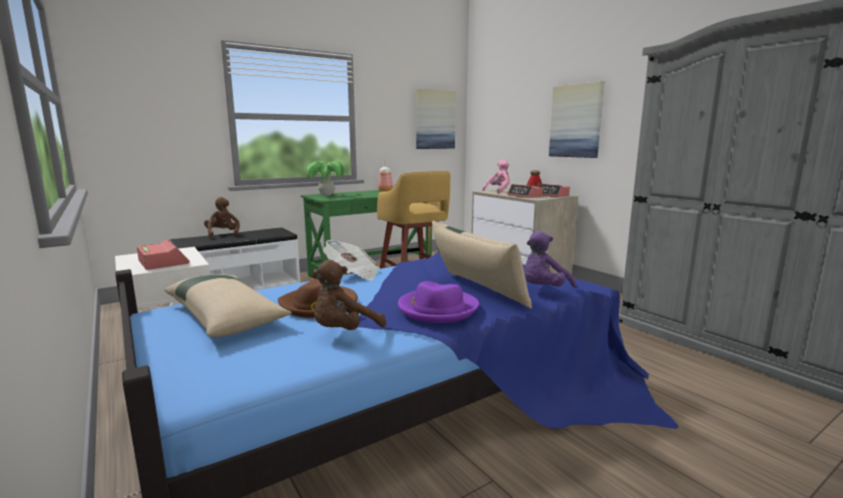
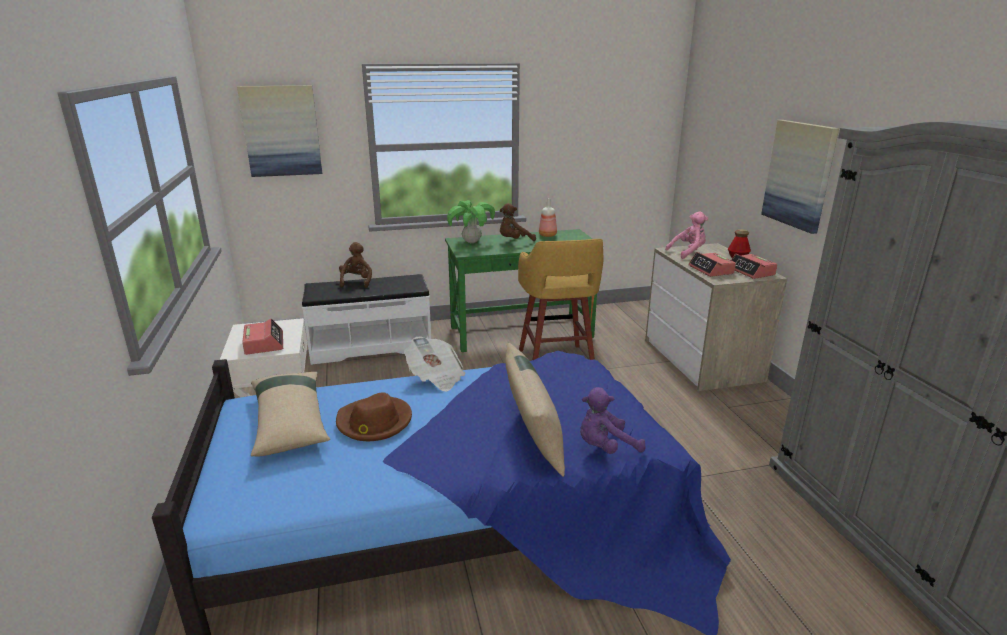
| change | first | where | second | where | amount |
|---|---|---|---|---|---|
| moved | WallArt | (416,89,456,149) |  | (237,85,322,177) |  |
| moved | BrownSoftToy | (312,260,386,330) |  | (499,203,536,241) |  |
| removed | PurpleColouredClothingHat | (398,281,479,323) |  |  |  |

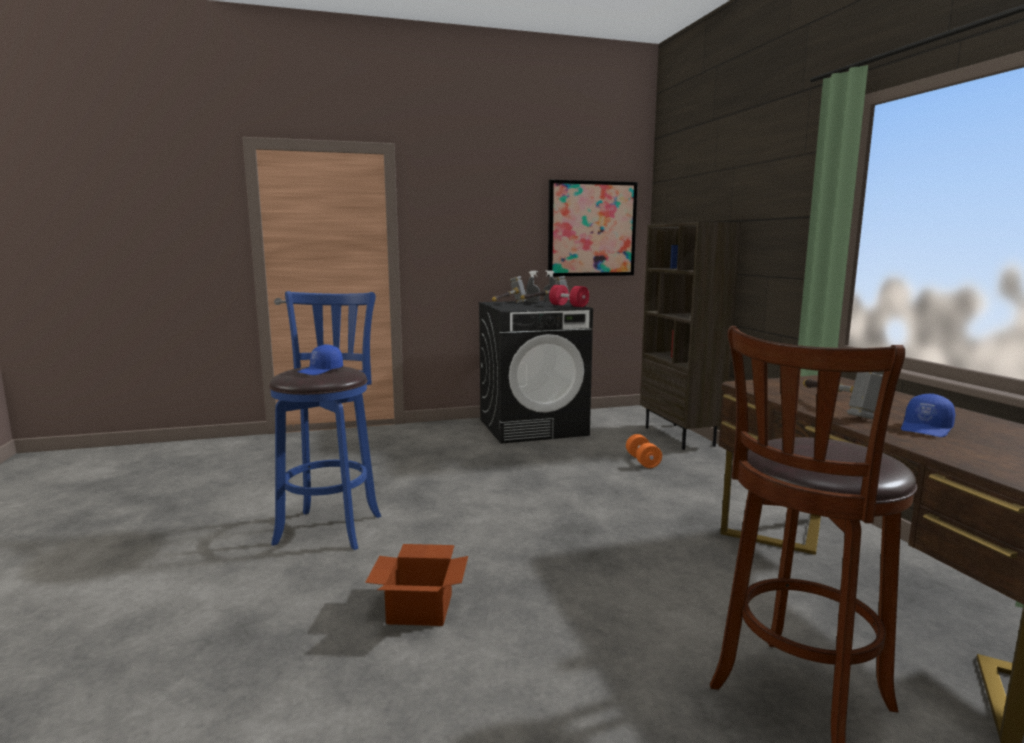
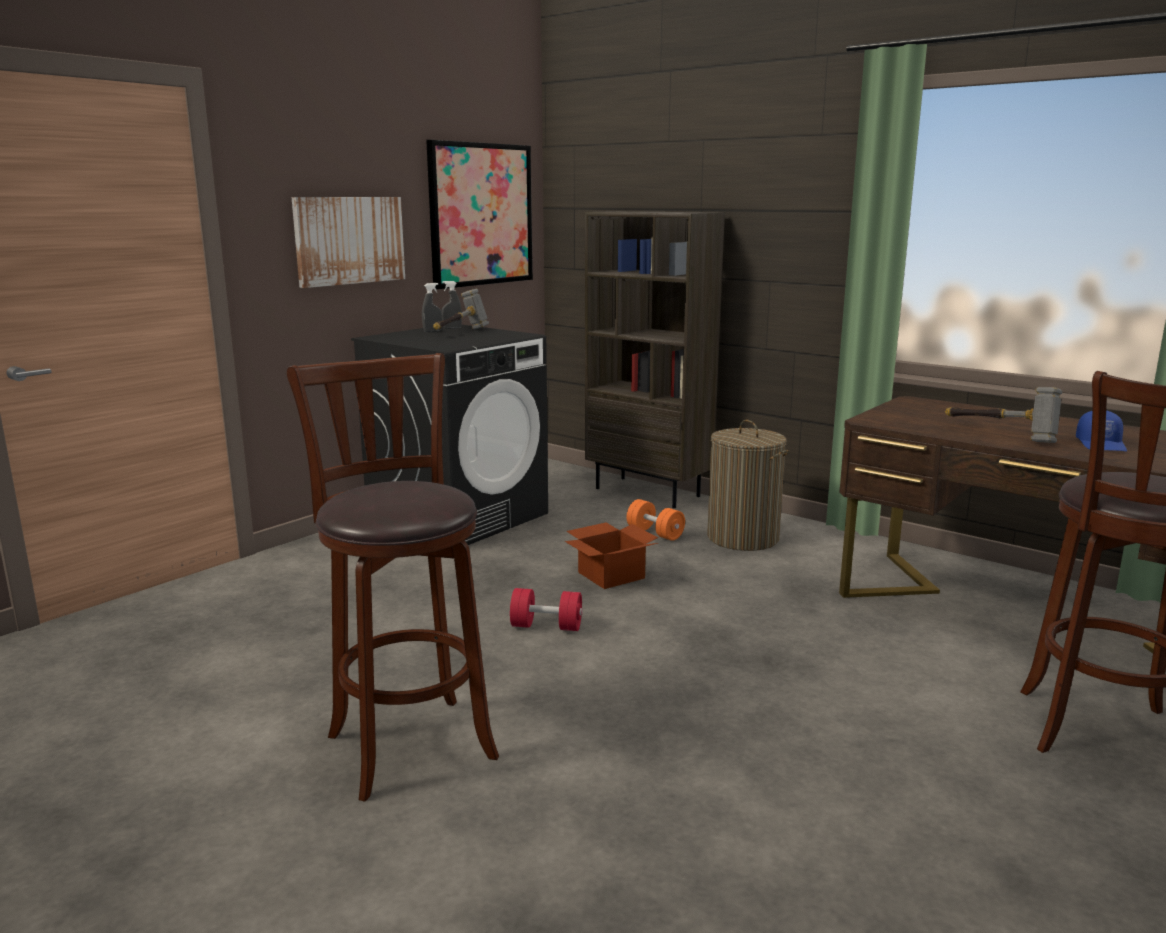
| change | first | where | second | where | amount |
|---|---|---|---|---|---|
| recoloured | BlueSittingStool | (269,291,381,550) | BrownSittingStool | (287,353,499,802) |  |
| added |  |  | WallArt | (292,197,405,288) |  |
| moved | RedColouredFreeWeight | (549,285,589,307) |  | (510,588,583,631) |  |
| moved | CardboardBox | (365,544,468,626) |  | (565,522,658,589) |  |
| added |  |  | LaundryBasket | (707,420,790,551) |  |
| removed | BlueBaseballCap | (297,344,343,375) |  |  |  |
| removed | Hammer | (492,276,528,303) |  |  |  |

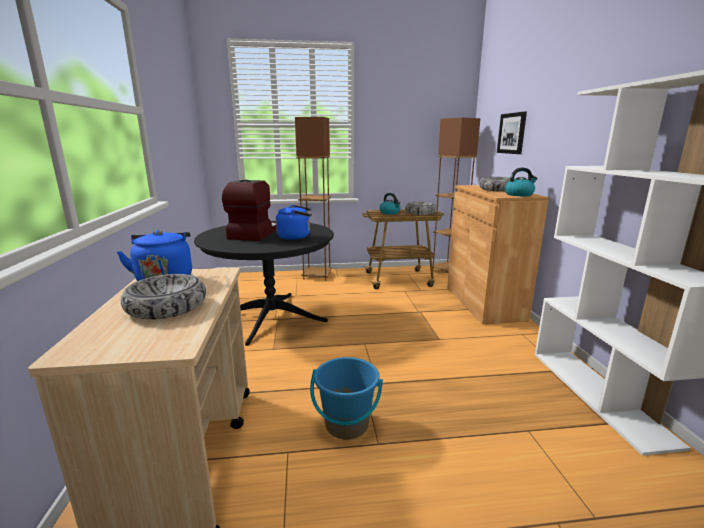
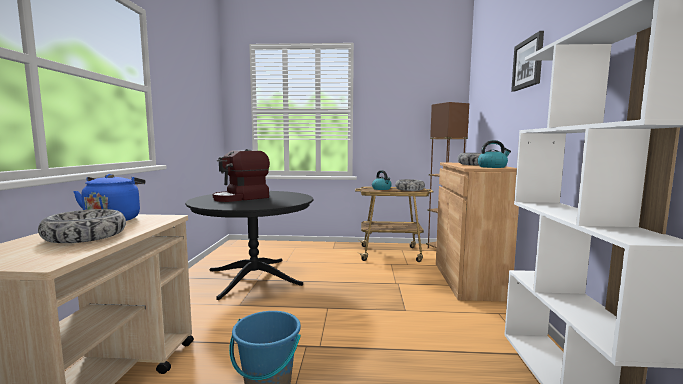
| change | first | where | second | where | amount |
|---|---|---|---|---|---|
| turned | CoffeeMachine | (222,180,276,241) |  | (213,149,270,202) | 150 degrees counterclockwise |
| moved | WallArt | (497,112,527,154) |  | (511,31,544,92) |  |
| removed | BlueKettle | (276,205,312,240) |  |  |  |
| removed | BrownStandardLamp | (295,117,332,281) |  |  |  |

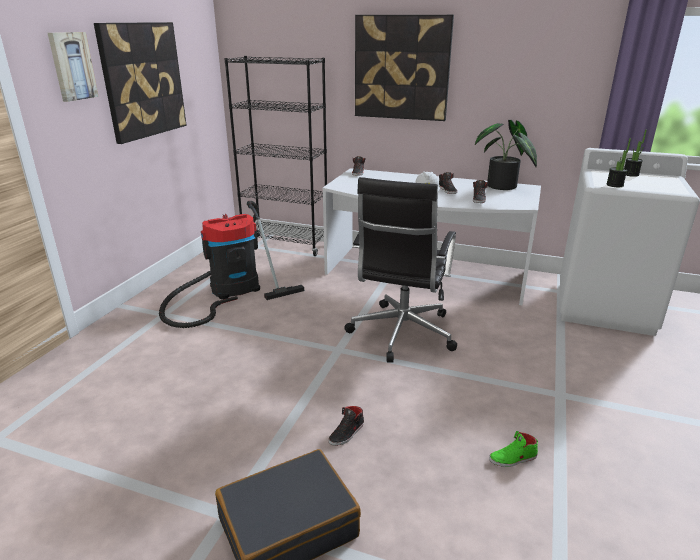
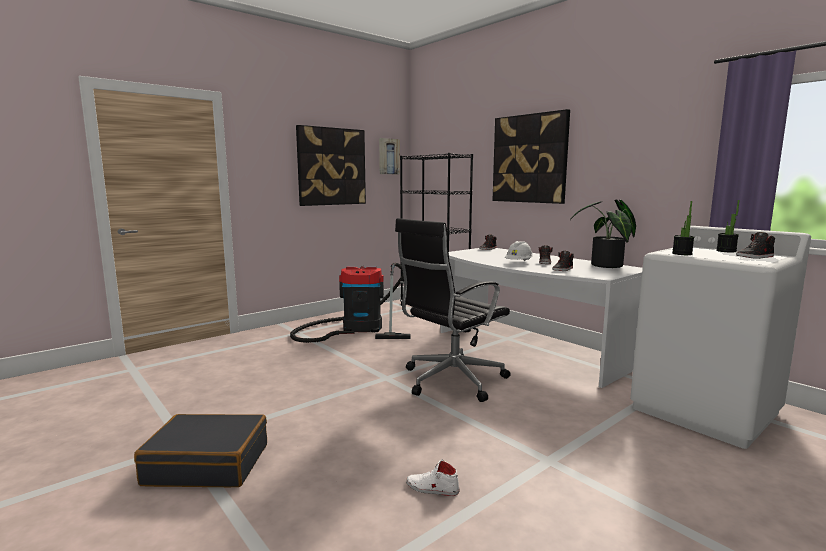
| change | first | where | second | where | amount |
|---|---|---|---|---|---|
| moved | WallArt | (48,32,99,102) |  | (379,138,400,174) |  |
| recoloured | GreenShoe | (489,431,538,467) | WhiteColouredShoe | (406,459,460,496) |  |
| moved | BlackColouredShoe | (328,406,364,446) |  | (736,232,775,259) |  |

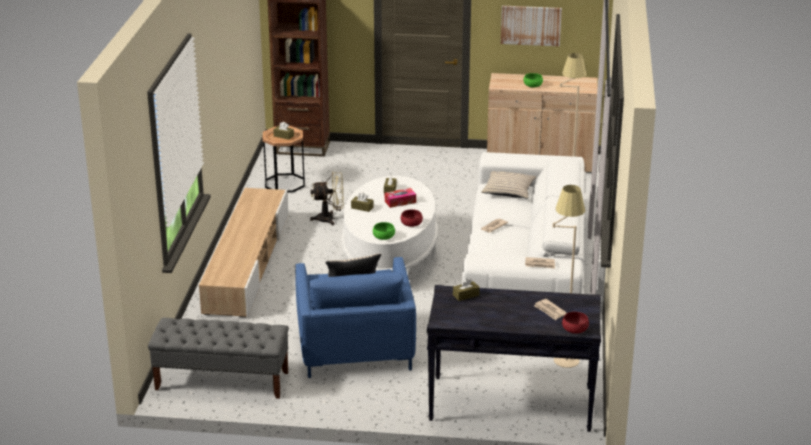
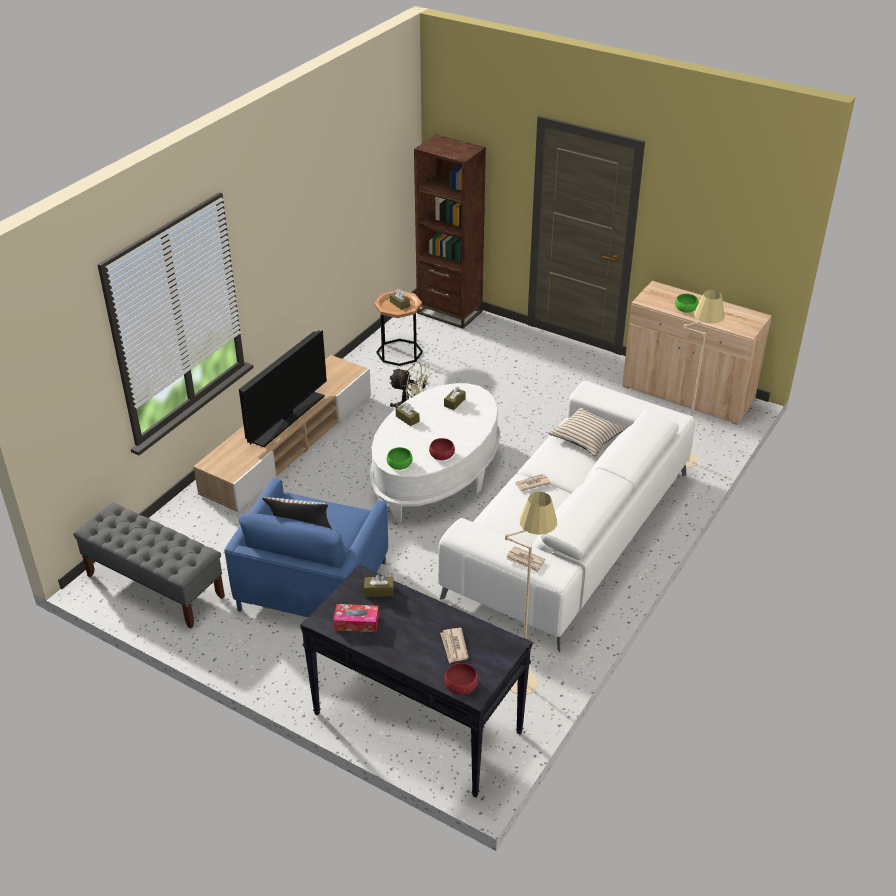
| change | first | where | second | where | amount |
|---|---|---|---|---|---|
| added |  |  | Tv | (239,330,327,447) |  |
| moved | BoxOfTissues | (385,188,416,208) |  | (333,604,379,632) |  |
| removed | WallArt | (501,6,562,46) |  |  |  |

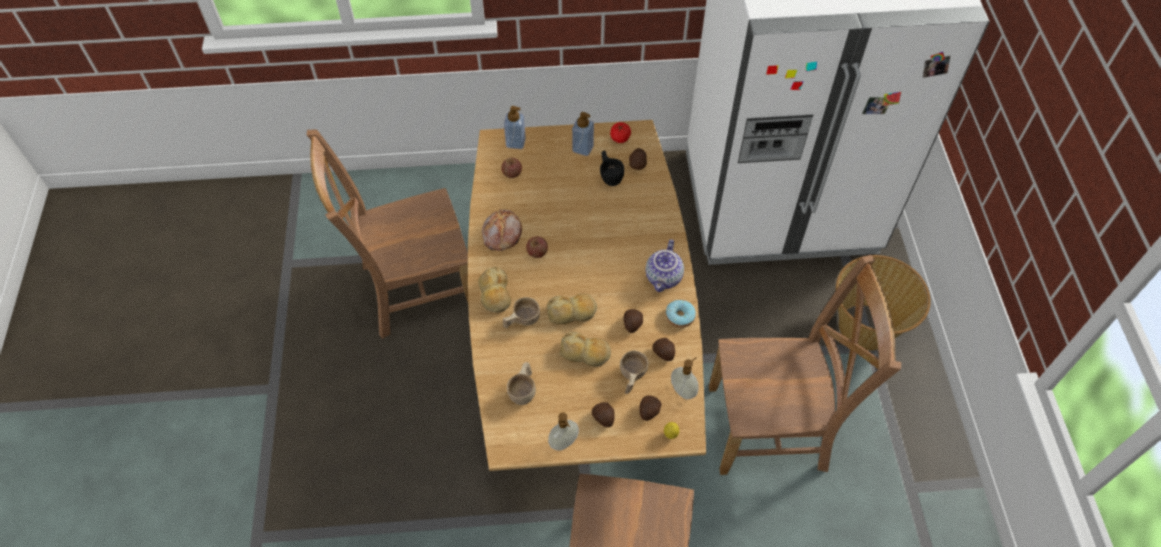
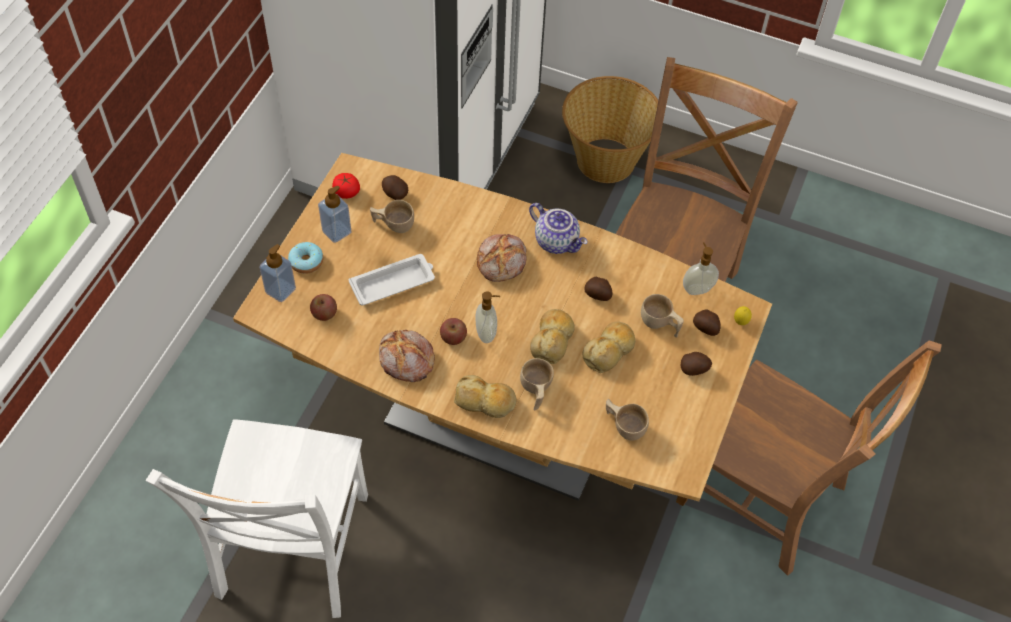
| change | first | where | second | where | amount |
|---|---|---|---|---|---|
| recoloured | BrownPlainChair | (307,129,468,339) | WhiteColouredPlainChair | (145,419,368,618) |  |
| moved | Donut | (666,300,696,328) |  | (288,242,323,274) |  |
| added |  |  | WhiteColouredServingTray | (349,254,435,305) |  |
| recoloured | BlackColouredCup | (600,151,624,186) | SandColouredCup | (370,200,414,233) |  |
| moved | SoapDispenser | (548,412,579,451) |  | (475,291,500,343) |  |
| added |  |  | Bread | (477,234,527,282) |  |
| removed | WholePotato | (652,338,675,361) |  |  |  |

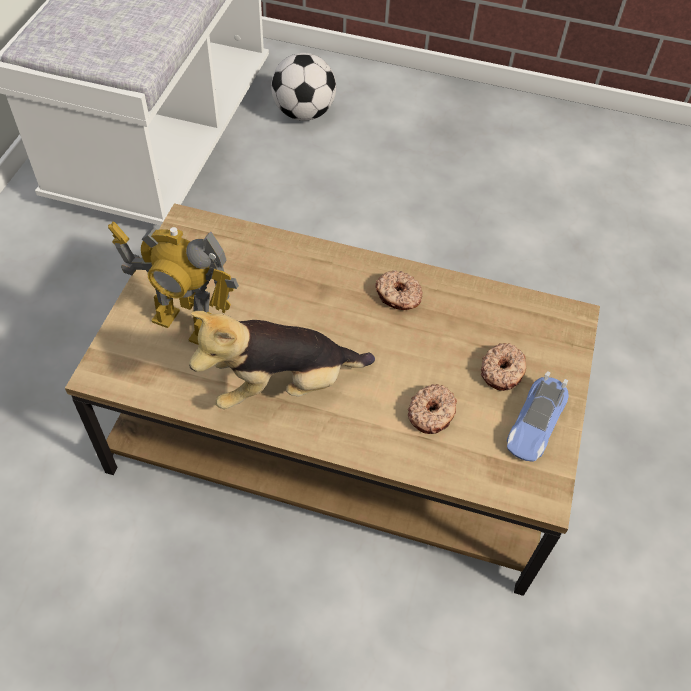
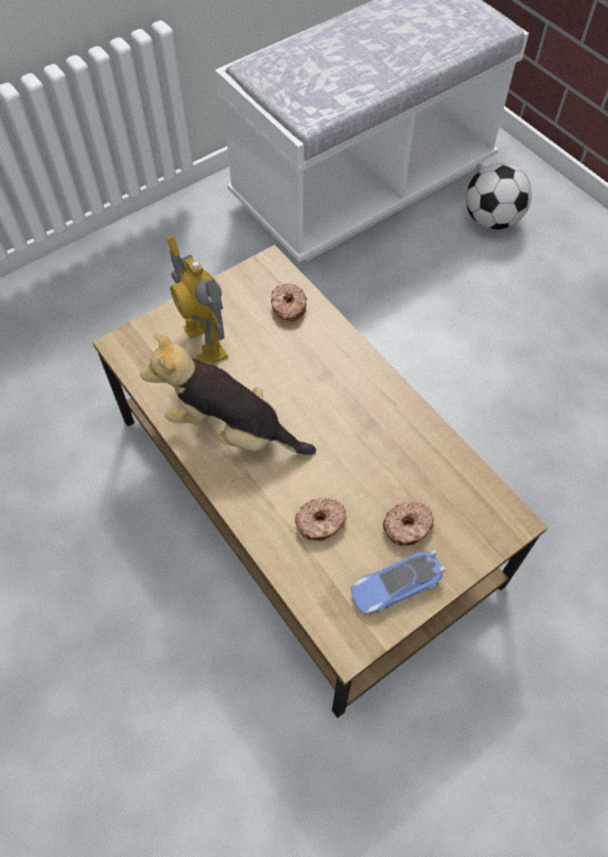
| change | first | where | second | where | amount |
|---|---|---|---|---|---|
| moved | Donut | (375,270,423,310) |  | (271,284,307,321) |  |

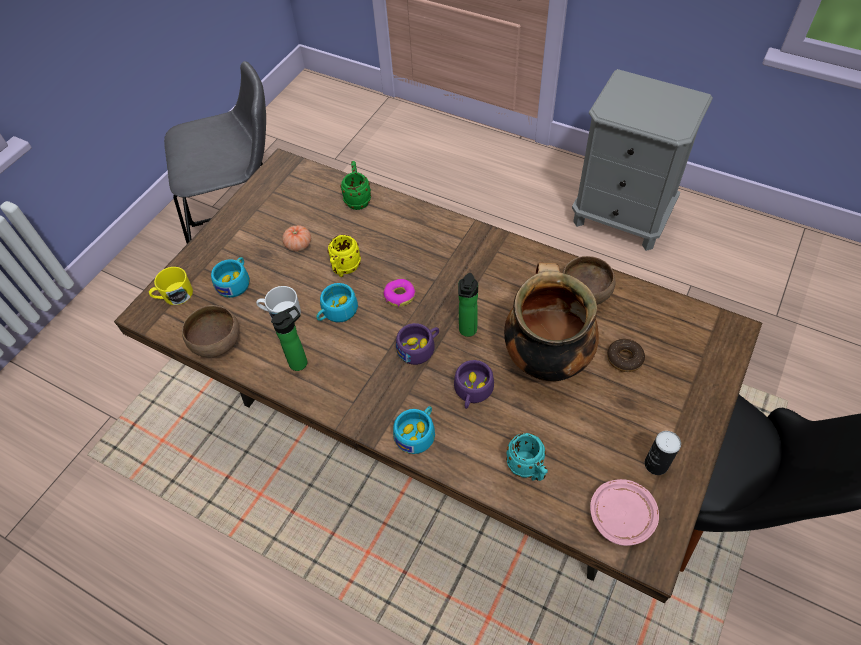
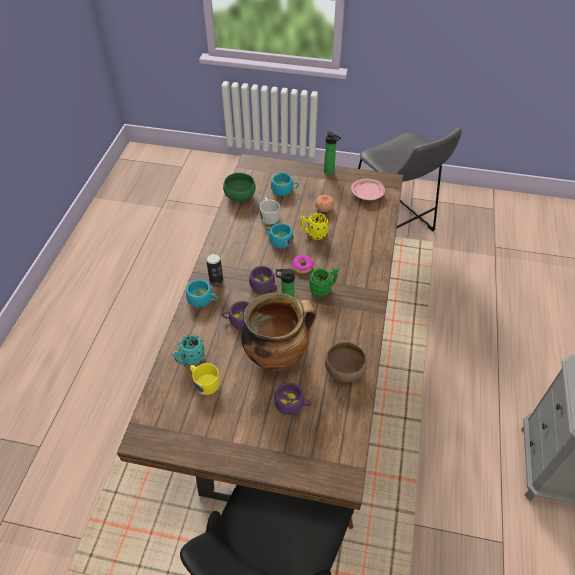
| change | first | where | second | where | amount |
|---|---|---|---|---|---|
| moved | YellowColouredTeaMug | (149,267,193,305) |  | (190,363,220,395) |  |
| moved | MetalCan | (645,431,681,475) |  | (206,253,223,285) |  |
| recoloured | BrownBowl | (182,305,239,357) | GreenBowl | (223,173,256,202) |  |
| replaced | Donut | (607,339,645,372) | PurpleColouredCup | (274,382,311,415) |  |
| moved | GreenTeaMug | (340,161,371,210) |  | (309,267,339,297) |  |
| moved | BeverageBottle | (271,306,307,371) |  | (324,132,341,175) |  |
| moved | PinkColouredPlate | (590,479,659,546) |  | (351,179,385,200) |  |

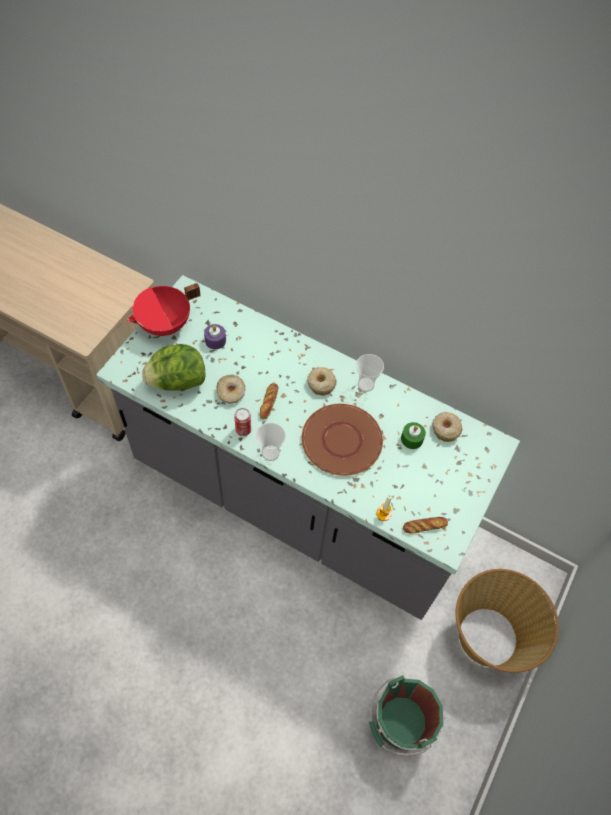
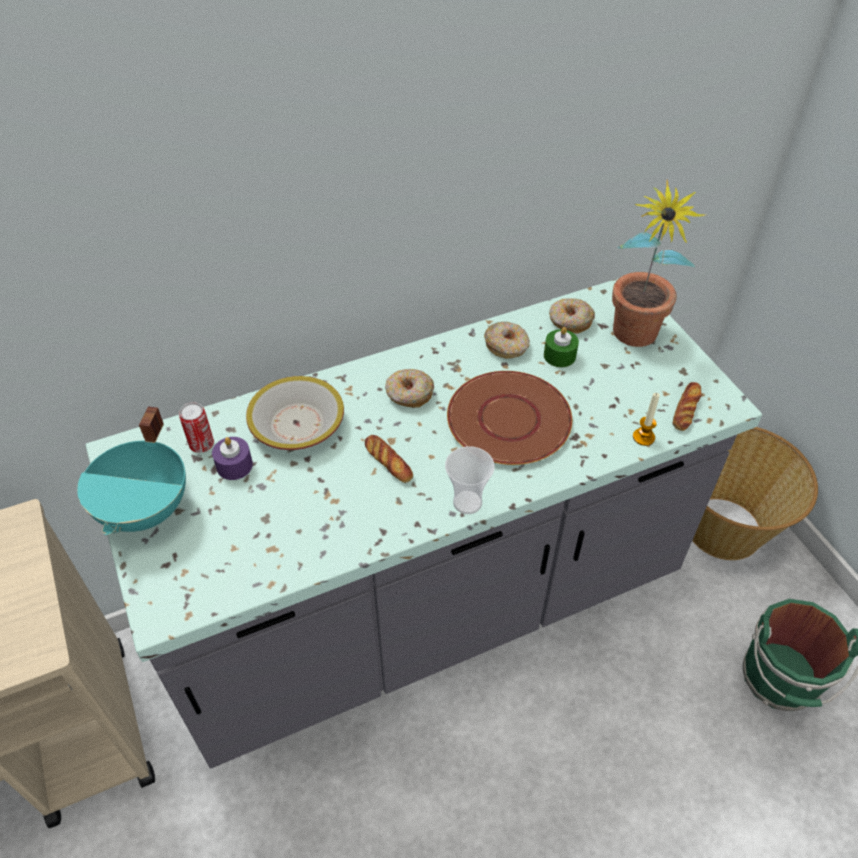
| change | first | where | second | where | amount |
|---|---|---|---|---|---|
| recoloured | RedColouredSaucepot | (127,283,201,336) | BlueGreenSaucepot | (77,406,186,535) |  |
| moved | MetalCan | (234,408,251,436) |  | (179,402,214,453) |  |
| added |  |  | Bowl | (246,376,344,450) |  |
| moved | Donut | (217,375,245,404) |  | (484,322,530,359) |  |
| added |  |  | Houseplant | (612,180,708,347) |  |
| removed | Lettuce | (142,344,206,391) |  |  |  |
| removed | Cup | (356,354,384,392) |  |  |  |

